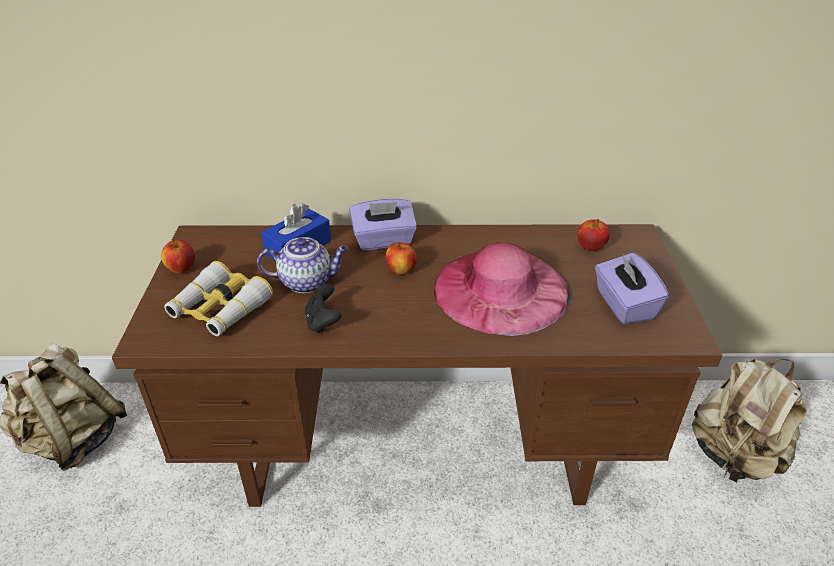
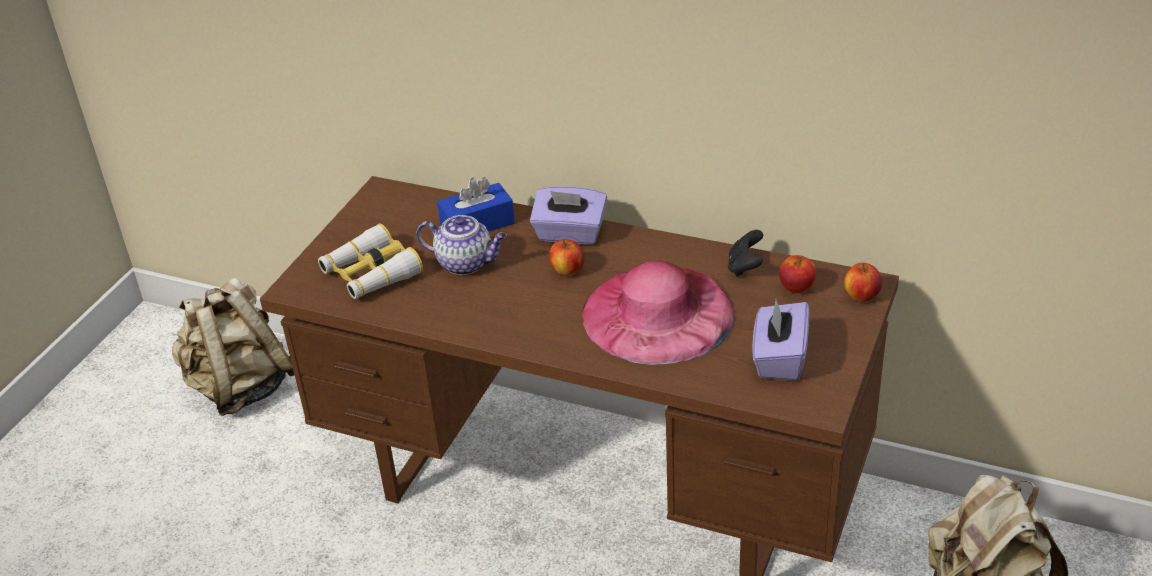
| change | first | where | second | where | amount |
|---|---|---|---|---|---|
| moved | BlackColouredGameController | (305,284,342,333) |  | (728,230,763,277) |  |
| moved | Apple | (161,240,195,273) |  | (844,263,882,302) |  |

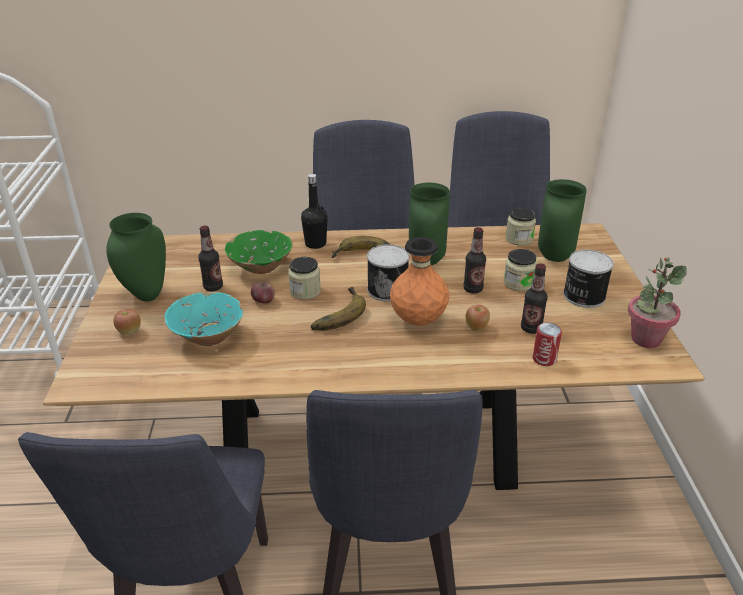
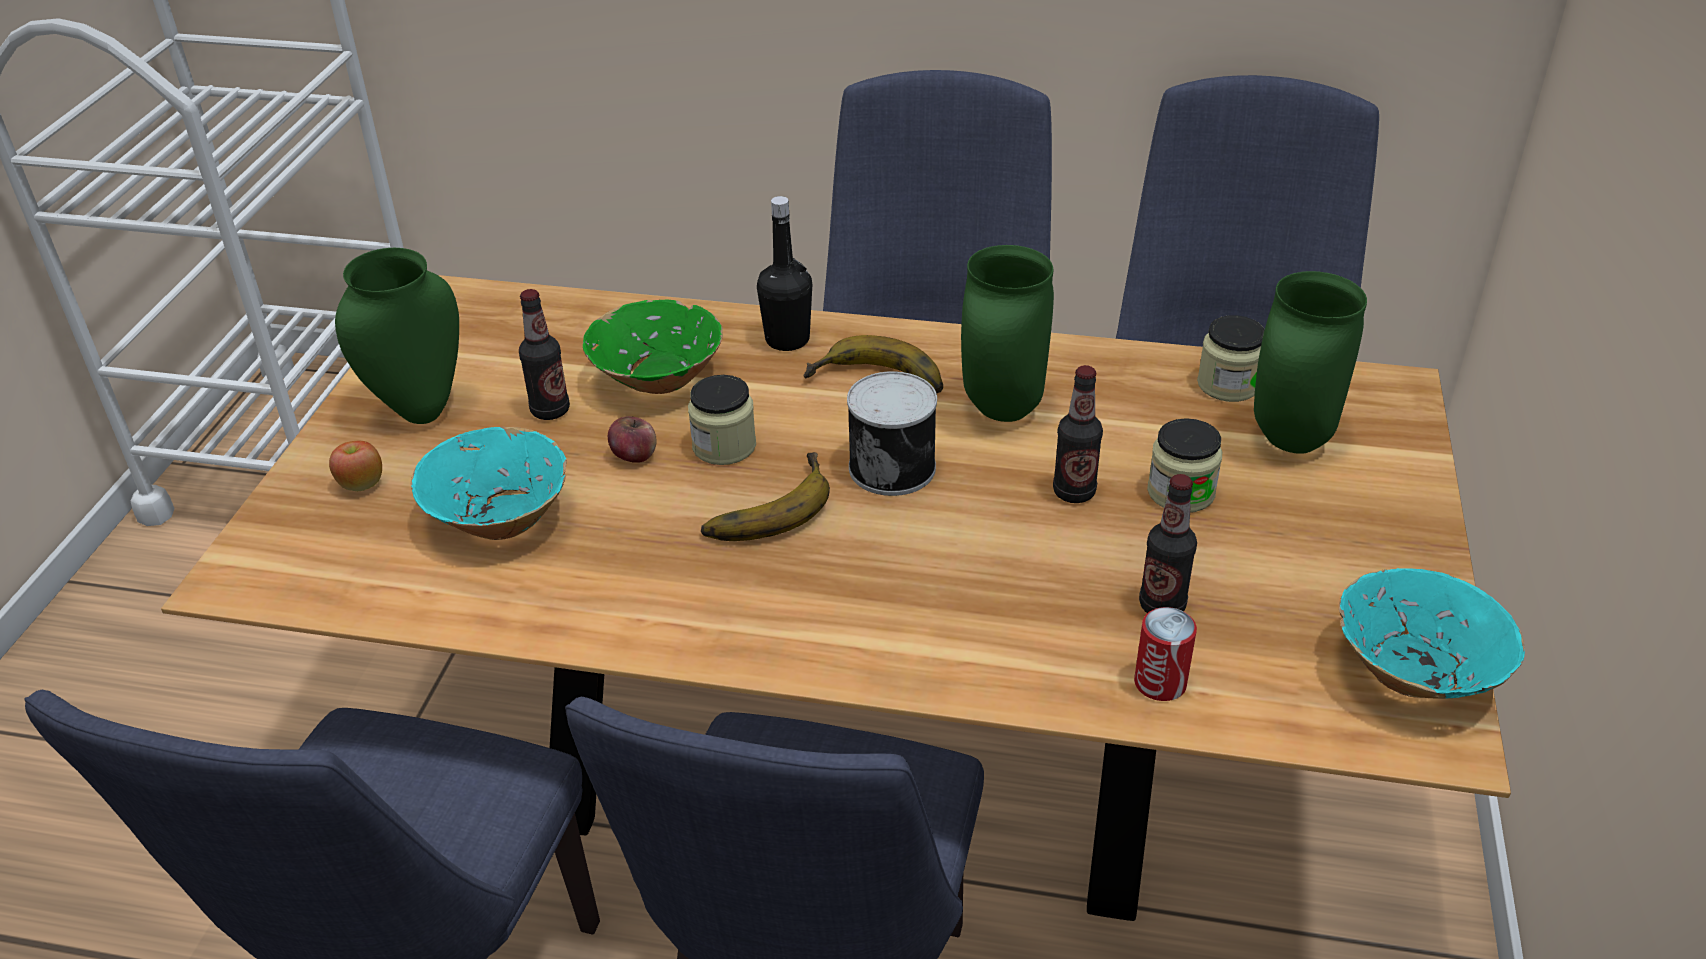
| change | first | where | second | where | amount |
|---|---|---|---|---|---|
| replaced | Houseplant | (628,257,687,348) | BlueGreenBowl | (1339,568,1525,698) |  |
| removed | OrangeColouredVase | (390,237,449,326) |  |  |  |
| removed | Apple | (465,305,490,331) |  |  |  |
| removed | MetalCan | (563,250,614,308) |  |  |  |

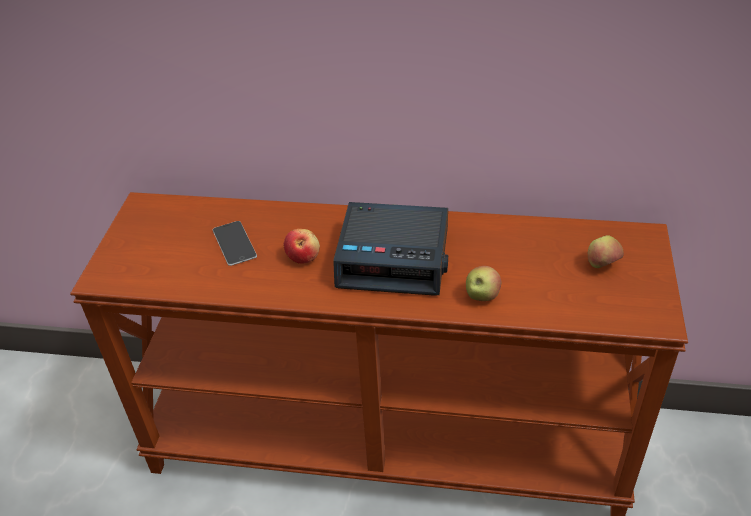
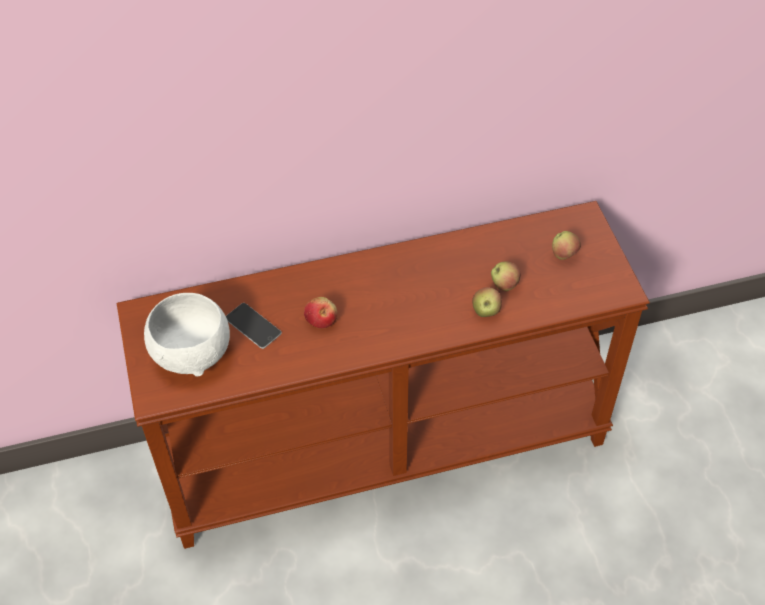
| change | first | where | second | where | amount |
|---|---|---|---|---|---|
| added |  |  | WhiteColouredBowl | (144,293,230,377) |  |
| added |  |  | Apple | (491,261,521,291) |  |
| removed | AlarmClock | (333,202,448,296) |  |  |  |

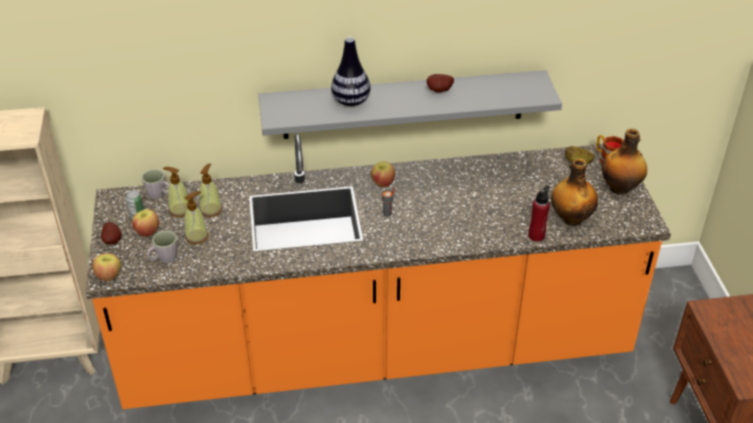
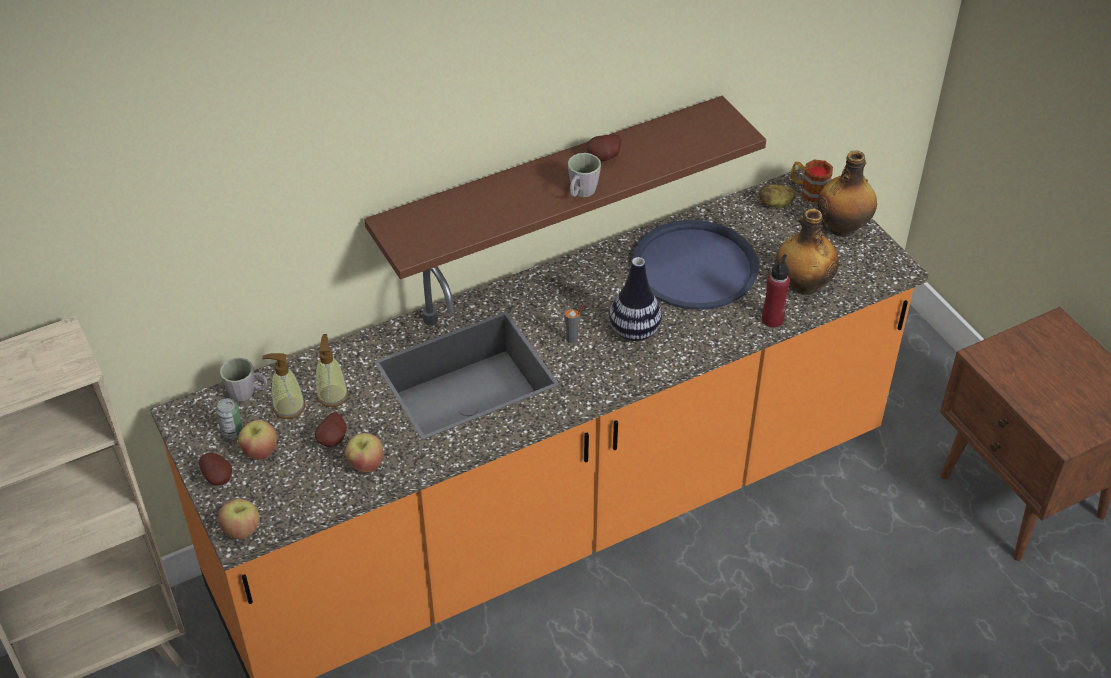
| change | first | where | second | where | amount |
|---|---|---|---|---|---|
| replaced | SoapDispenser | (185,191,208,244) | WholePotato | (315,412,347,447) |  |
| moved | Apple | (371,161,395,187) |  | (345,433,384,473) |  |
| recoloured | GreyishBracketShelf | (259,70,562,139) | BrownBracketShelf | (364,96,766,279) |  |
| moved | GreyishTeaMug | (147,231,177,263) |  | (568,153,601,197) |  |
| moved | Vase | (331,37,371,106) |  | (609,257,662,341) |  |
| added |  |  | BlueServingTray | (632,220,759,310) |  |

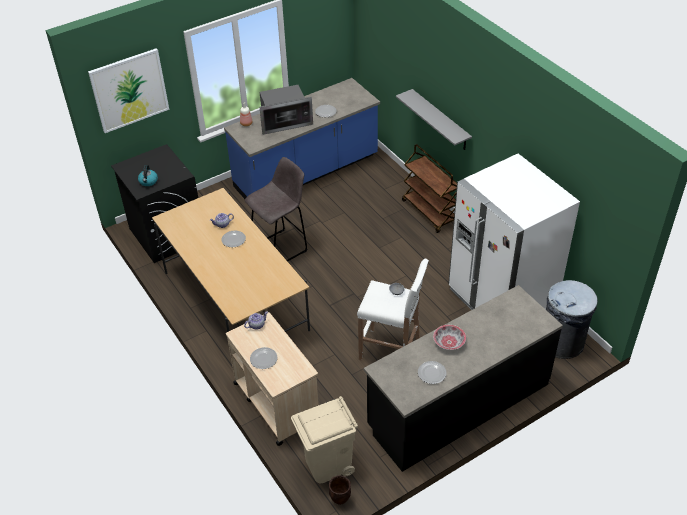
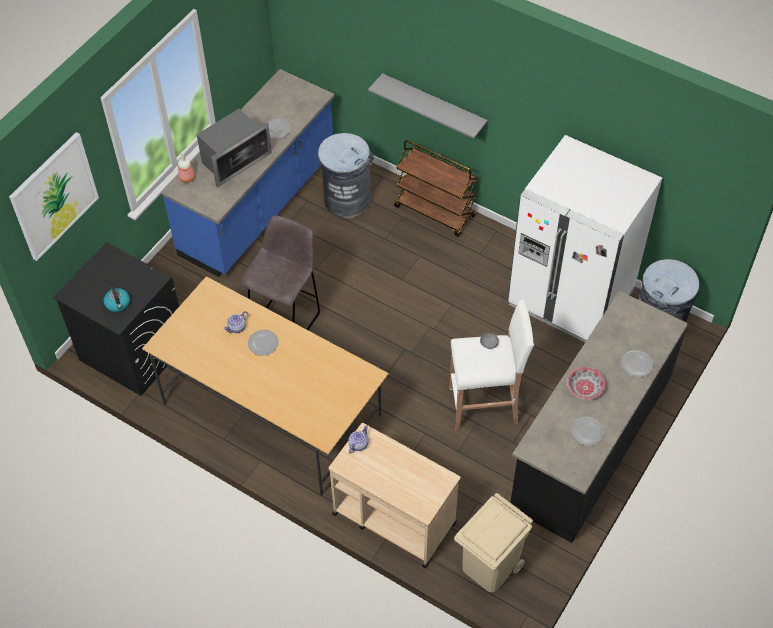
| change | first | where | second | where | amount |
|---|---|---|---|---|---|
| added |  |  | GreyishRubbishBin | (318,133,375,218) |  |
| moved | Plate | (250,347,277,369) |  | (621,350,653,377) |  |
| removed | BrownPlanter | (329,475,351,505) |  |  |  |

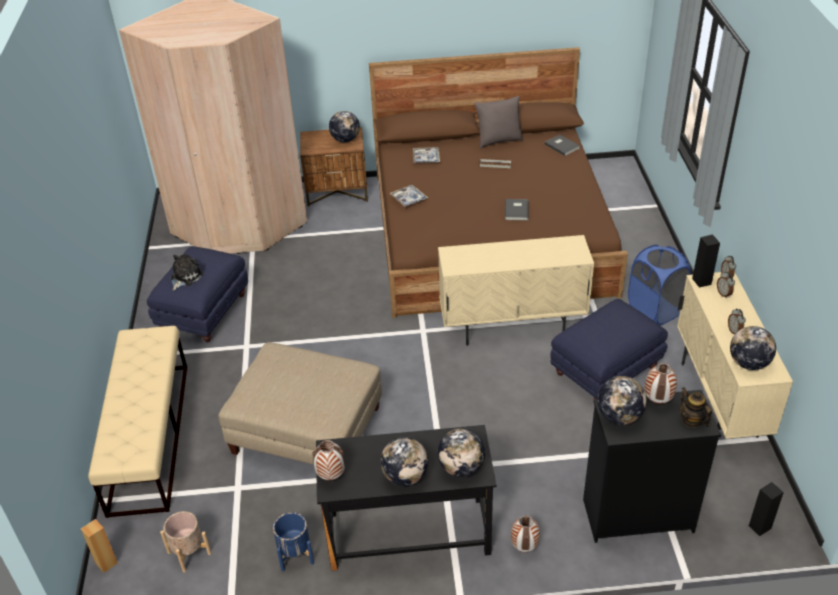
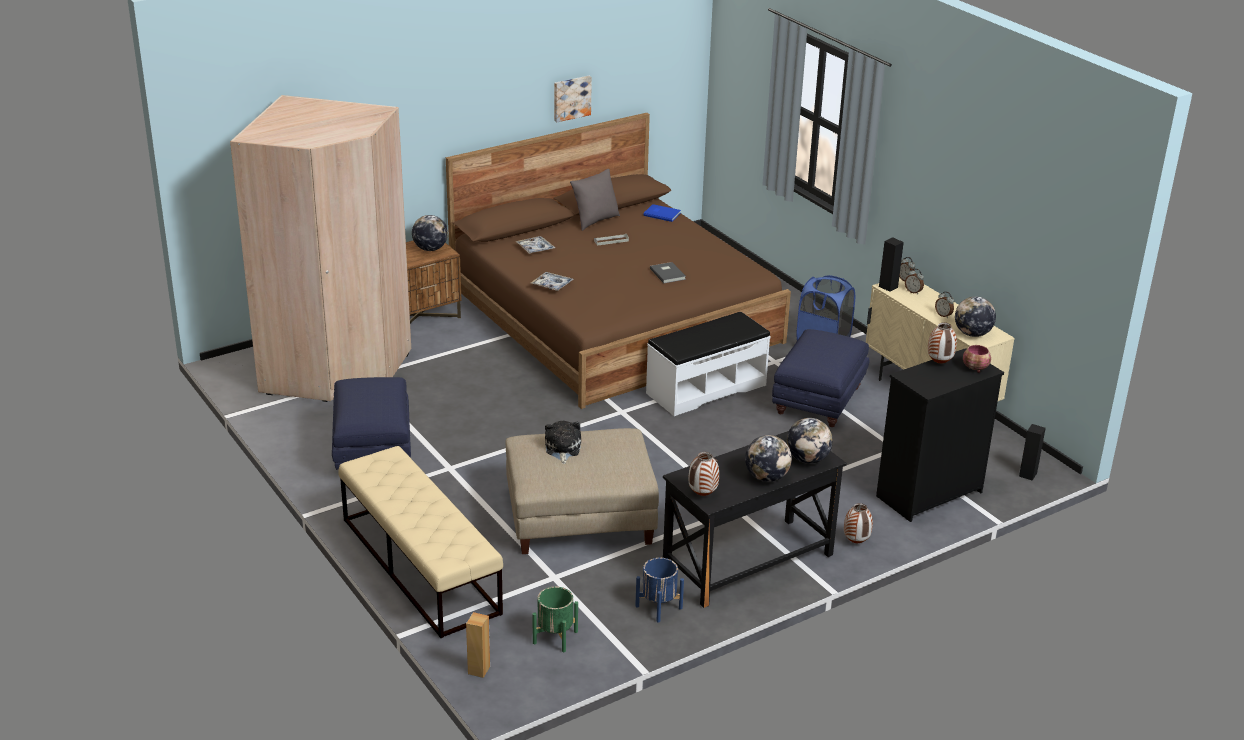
| change | first | where | second | where | amount |
|---|---|---|---|---|---|
| recoloured | SandColouredPlanter | (160,511,211,573) | GreenPlanter | (532,587,578,652) |  |
| moved | SoftToy | (170,254,203,291) |  | (545,421,581,464) |  |
| added |  |  | WallArt | (554,76,592,122) |  |
| recoloured | GreyishVolume | (545,135,580,156) | BlueVolume | (643,204,681,222) |  |
| replaced | SandColouredCabinet | (438,235,594,346) | WhiteColouredLongSeat | (646,312,771,416) |  |
| replaced | Teapot | (680,387,712,428) | Bowl | (963,345,991,373) |  |
| removed | Globe | (597,376,647,425) |  |  |  |

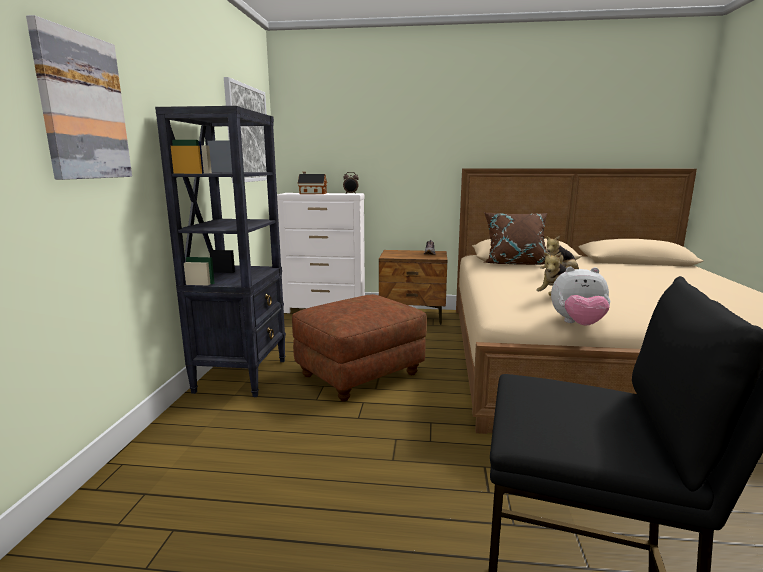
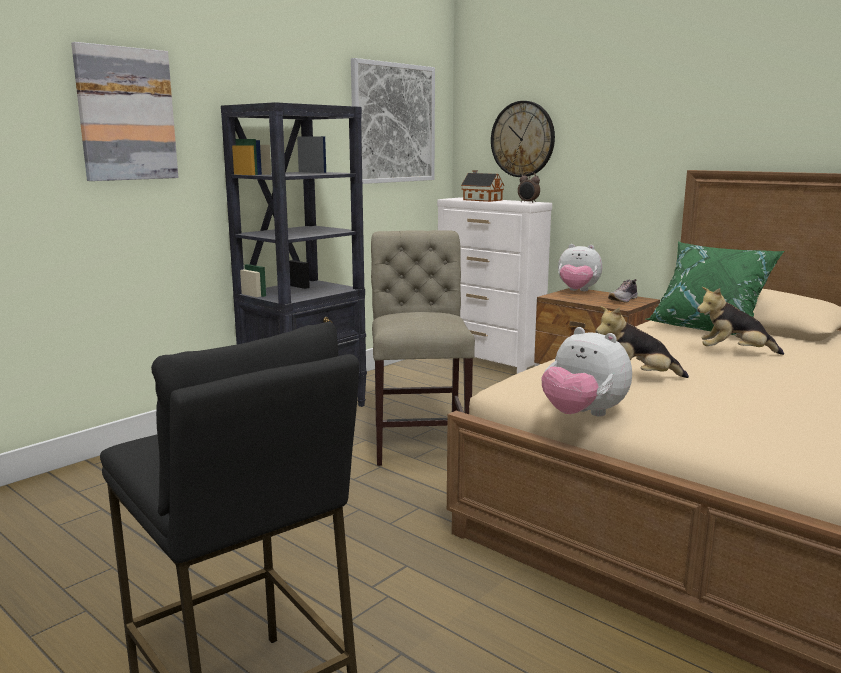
| change | first | where | second | where | amount |
|---|---|---|---|---|---|
| replaced | BrownOttoman | (292,294,427,402) | SandColouredPlainChair | (371,230,475,466) |  |
| added |  |  | ClockOnTheWall | (491,101,555,177) |  |
| added |  |  | SoftToy | (558,244,602,291) |  |
| recoloured | BrownCushion | (484,212,548,265) | GreenCushion | (646,241,784,335) |  |

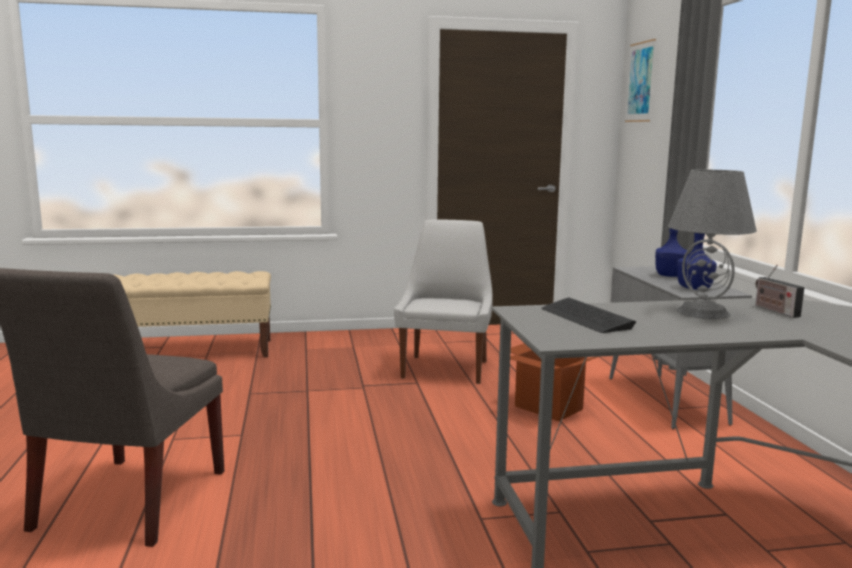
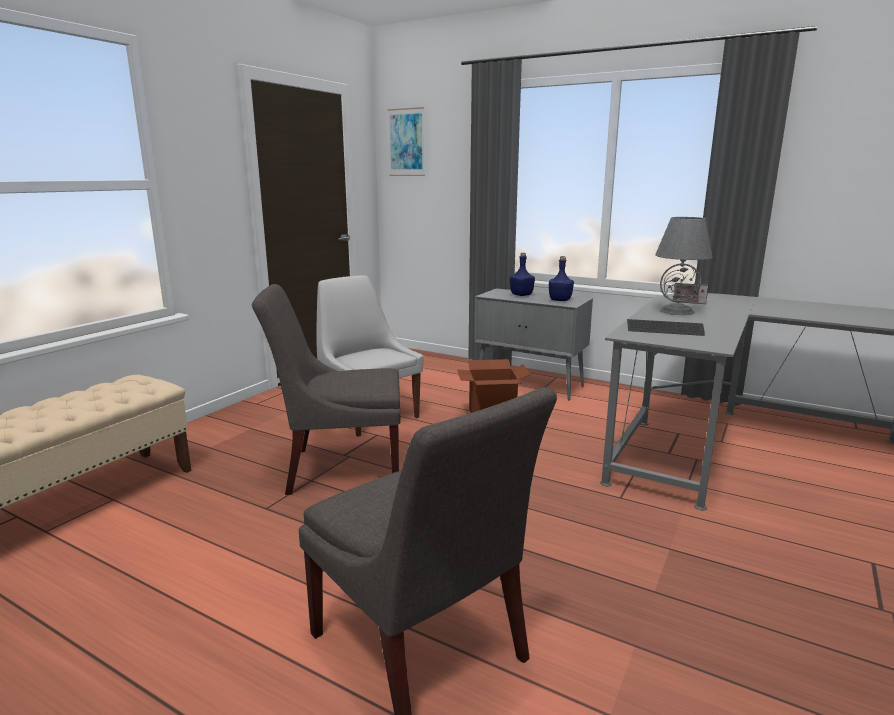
| change | first | where | second | where | amount |
|---|---|---|---|---|---|
| added |  |  | GreyishPlainChair | (252,284,401,495) |  |

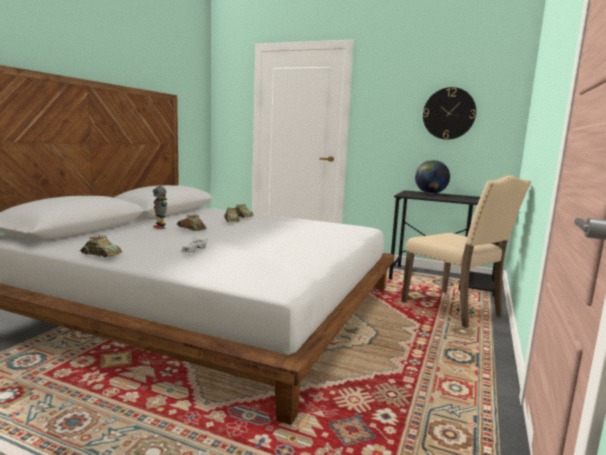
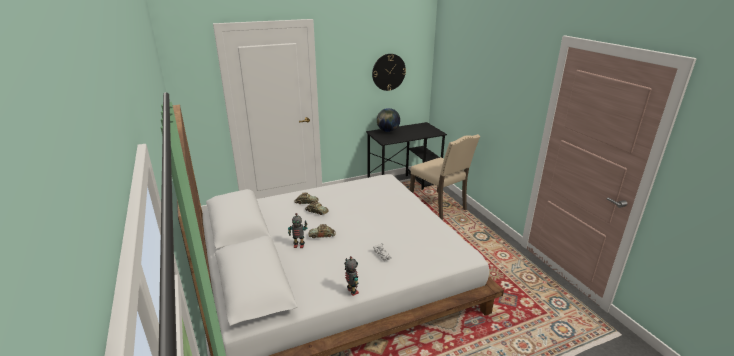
| change | first | where | second | where | amount |
|---|---|---|---|---|---|
| replaced | ToyCar | (80,235,122,257) | ModelRobot | (344,256,359,296) |  |
| turned | SandColouredPlainChair | (402,175,531,328) |  | (410,134,480,220) | 45 degrees clockwise |

